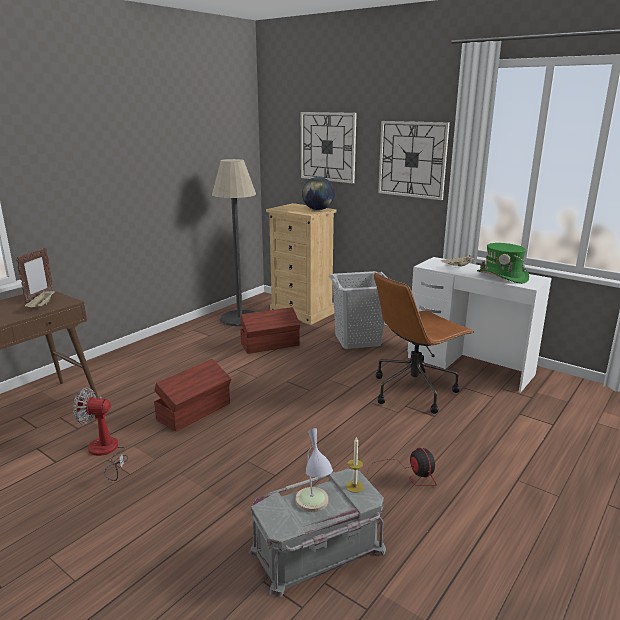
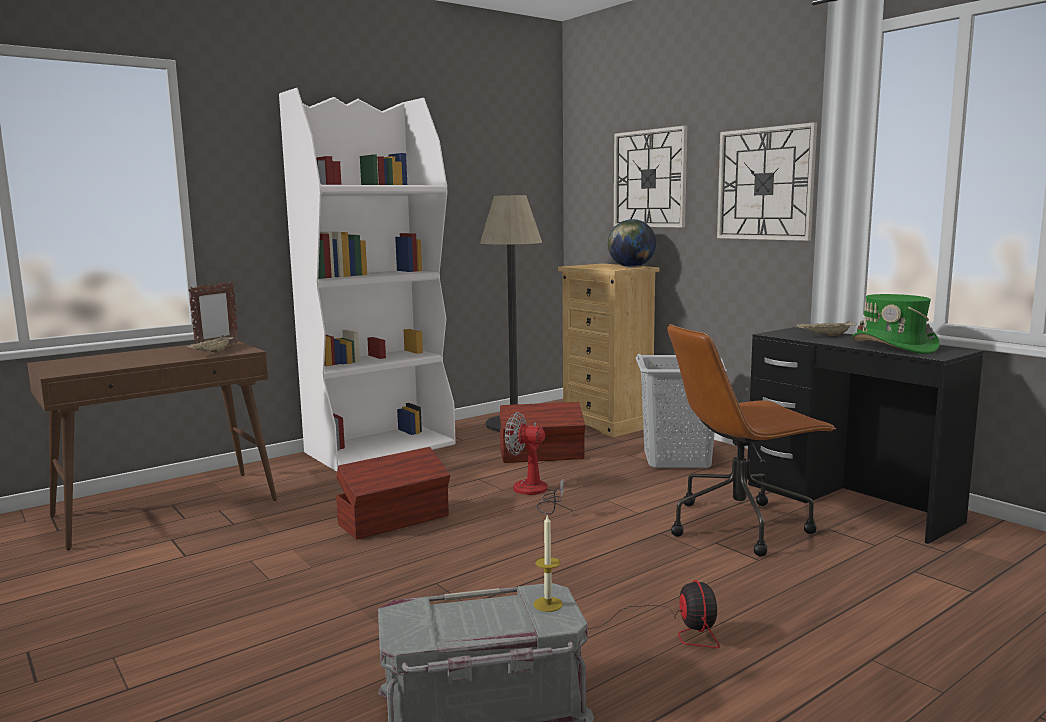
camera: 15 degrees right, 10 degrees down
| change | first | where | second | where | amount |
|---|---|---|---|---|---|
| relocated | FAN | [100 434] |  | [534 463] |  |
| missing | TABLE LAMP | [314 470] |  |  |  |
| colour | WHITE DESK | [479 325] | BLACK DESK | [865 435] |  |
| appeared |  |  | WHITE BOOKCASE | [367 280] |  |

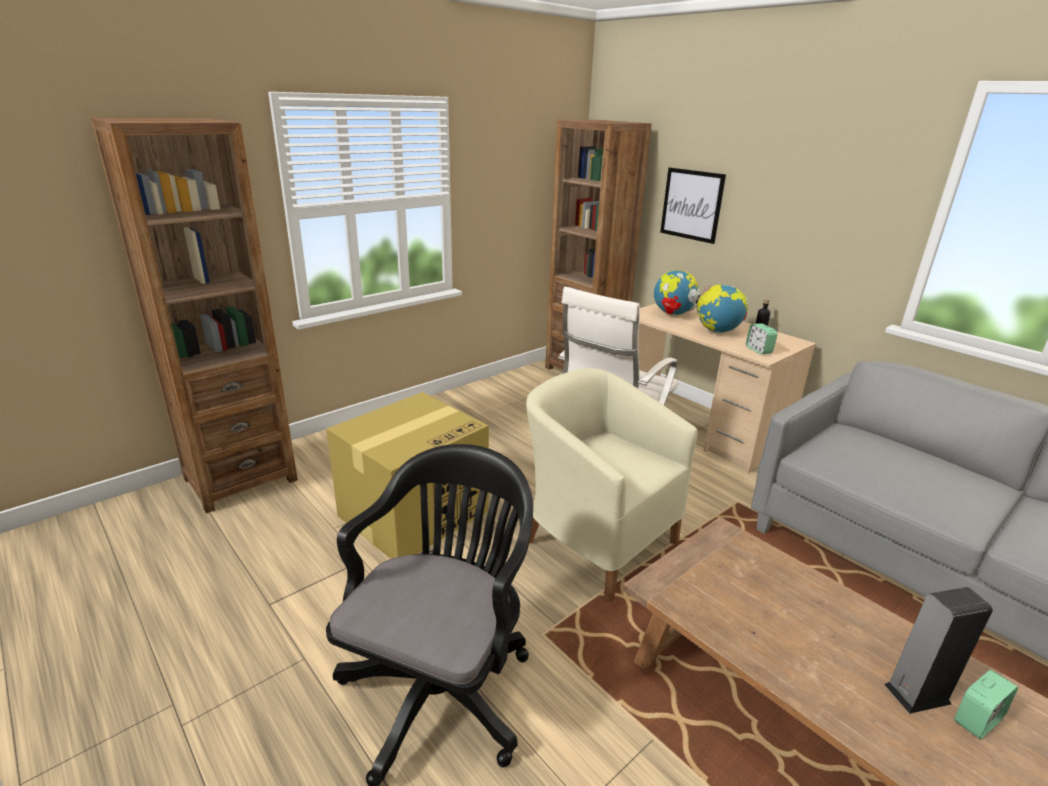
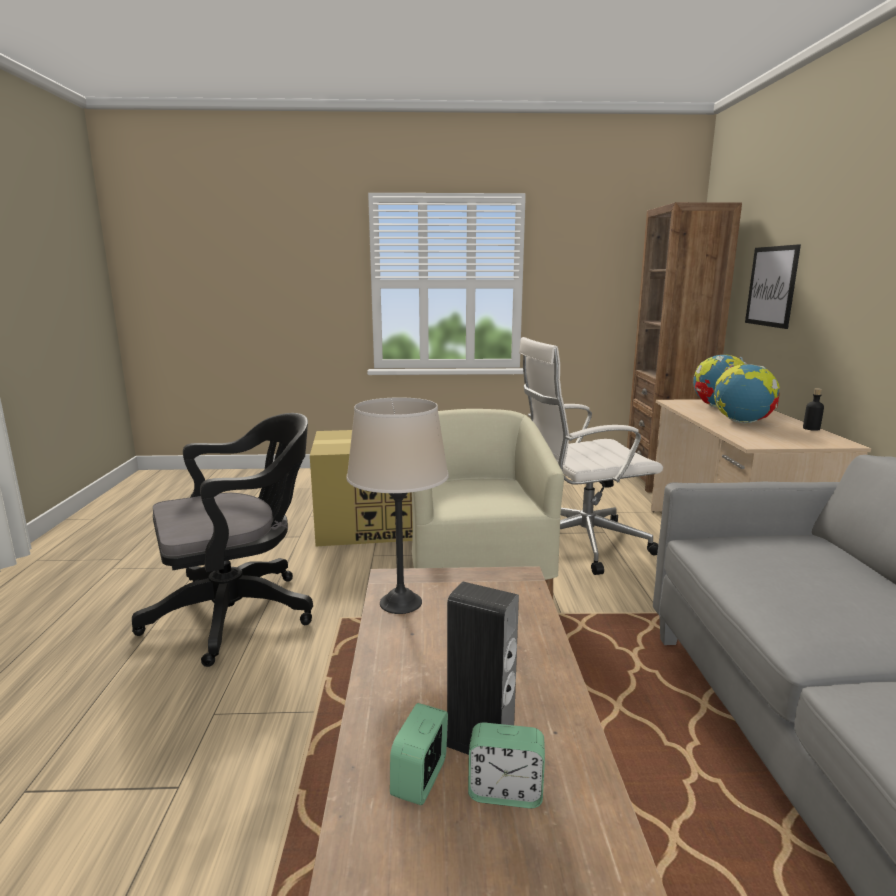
camera: 40 degrees right, 10 degrees down
| change | first | where | second | where | amount |
|---|---|---|---|---|---|
| missing | BROWN BOOKCASE | [194 315] |  |  |  |
| relocated | ALARM CLOCK | [762 338] |  | [419 754] |  |
| appeared |  |  | BEIGE TABLE LAMP | [397 505] |  |

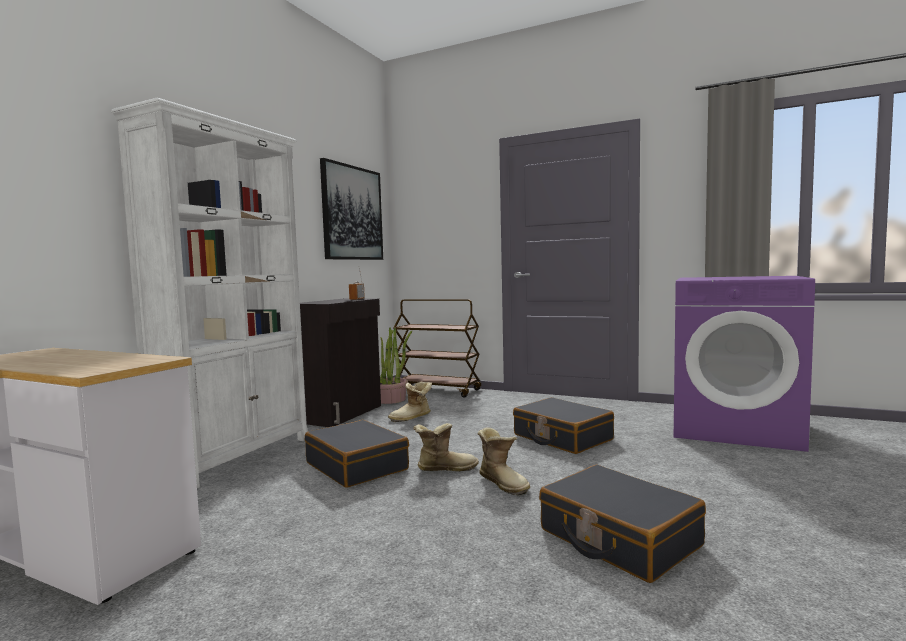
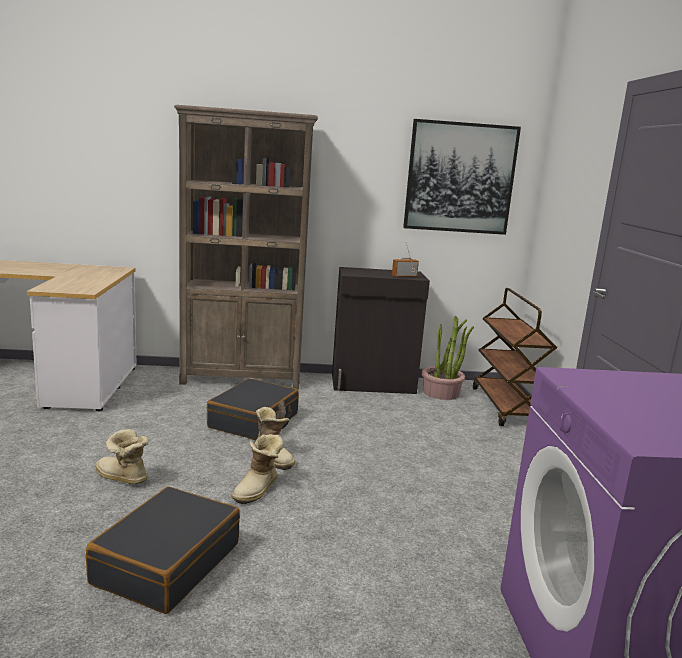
camera: 60 degrees right, 10 degrees up
| change | first | where | second | where | amount |
|---|---|---|---|---|---|
| colour | WHITE BOOKCASE | [209 293] | BROWN BOOKCASE | [246 247] |  |
| relocated | BOOT | [410 401] |  | [121 456] |  |
| missing | BLACK SUITCASE | [563 425] |  |  |  |

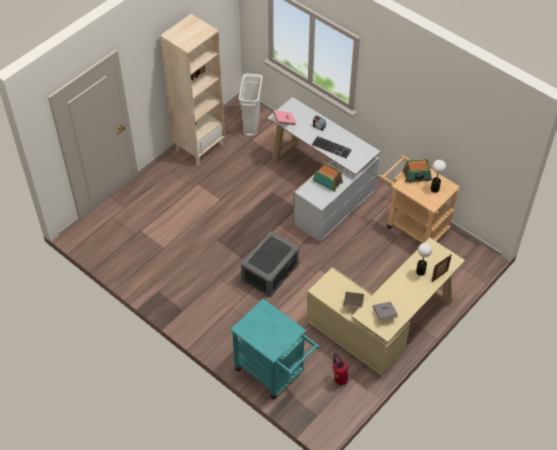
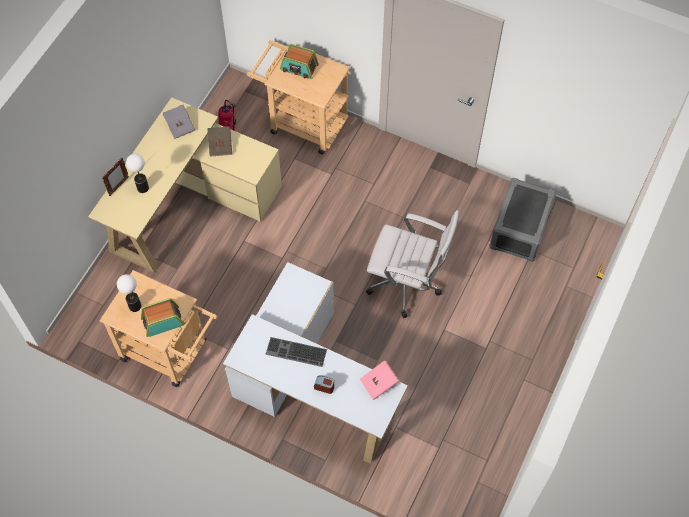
camera: 165 degrees right, 10 degrees up
| change | first | where | second | where | amount |
|---|---|---|---|---|---|
| missing | BEIGE BOOKCASE | [192 89] |  |  |  |
| colour | TURQUOISE CART | [274 349] | BEIGE CART | [298 97] |  |
| missing | WHITE TRASH CAN | [251 105] |  |  |  |
| relocated | GREY STORAGE BOX | [270 264] |  | [523 220] |  |
| relocated | RADIO | [328 177] |  | [299 61] |  |
| appeared |  |  | WHITE OFFICE CHAIR | [412 264] |  |

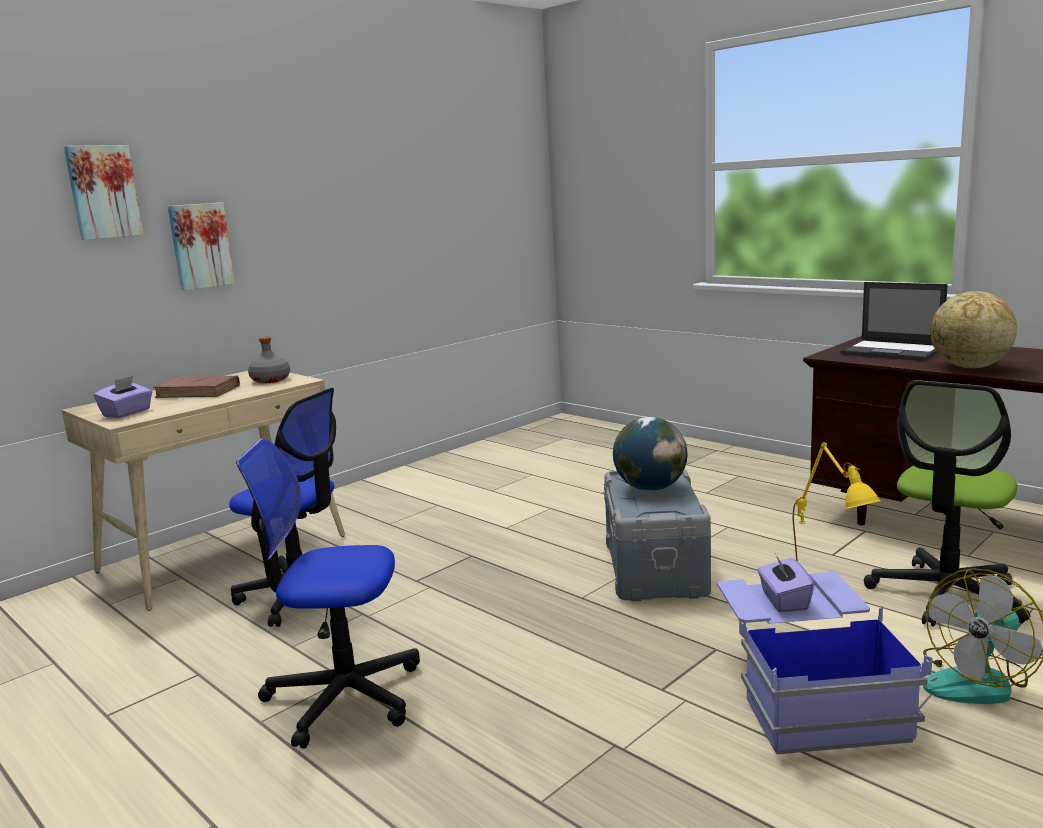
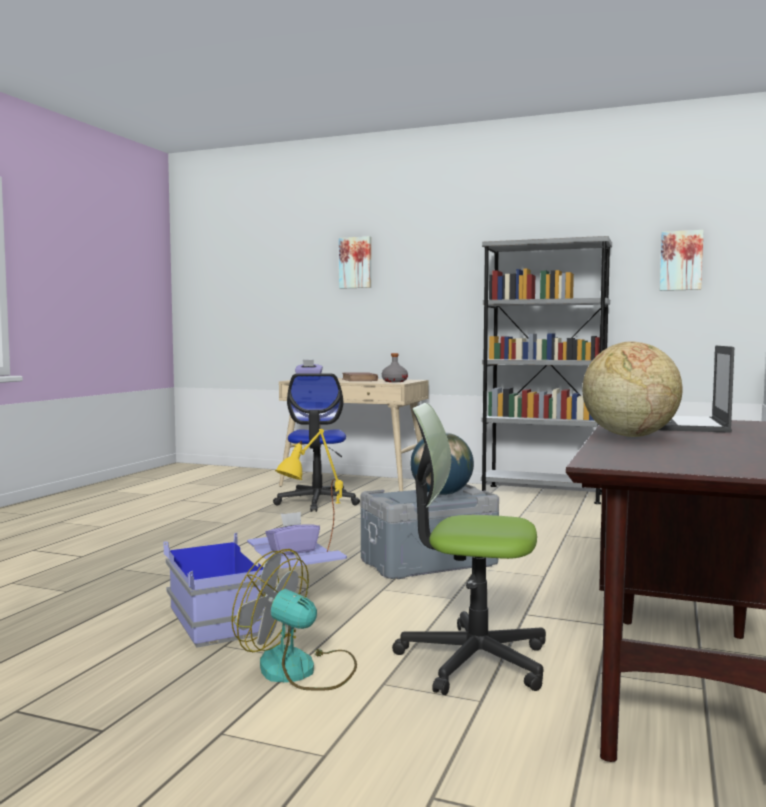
camera: 65 degrees right, 10 degrees down
| change | first | where | second | where | amount |
|---|---|---|---|---|---|
| relocated | PICTURE | [201 246] |  | [682 260] |  |
| missing | OFFICE CHAIR | [328 594] |  |  |  |
| appeared |  |  | GREY BOOKCASE | [546 370] |  |

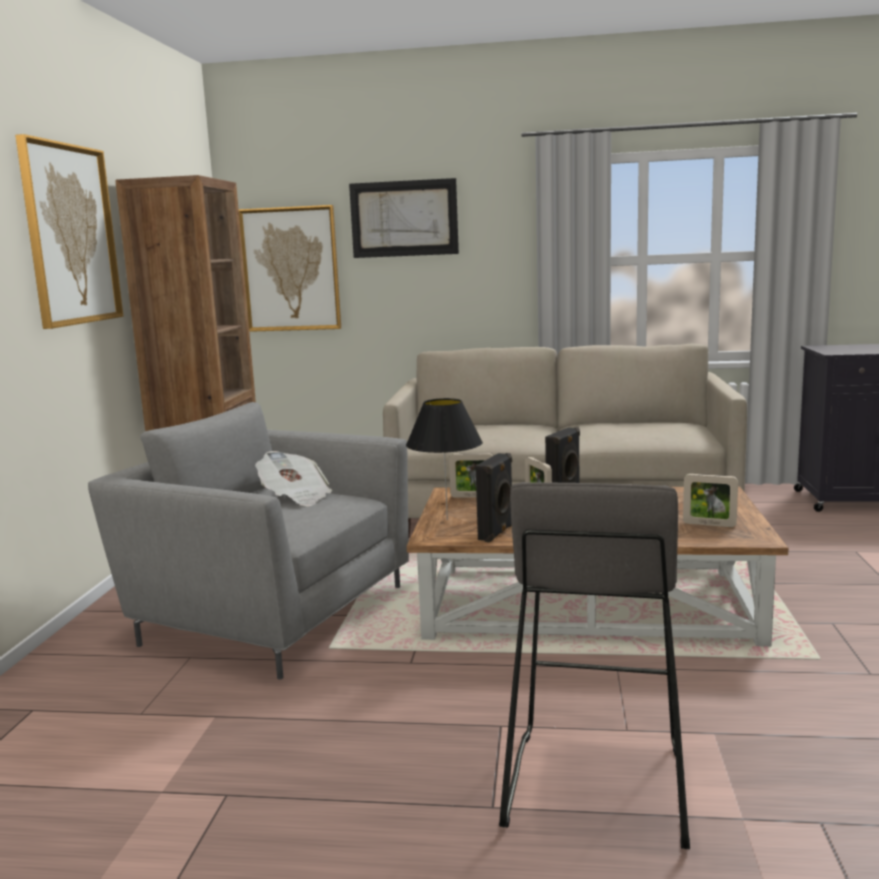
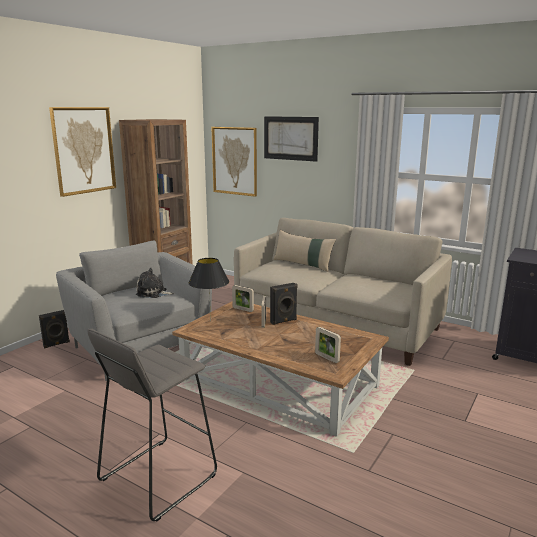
camera: 25 degrees right, 5 degrees up
| change | first | where | second | where | amount |
|---|---|---|---|---|---|
| exchanged | NEWSPAPER | [293 479] | PLUSH TOY | [155 283] |  |
| relocated | BLACK SPEAKER | [494 497] |  | [54 329] |  |
| appeared |  |  | BEIGE PILLOW | [304 251] |  |

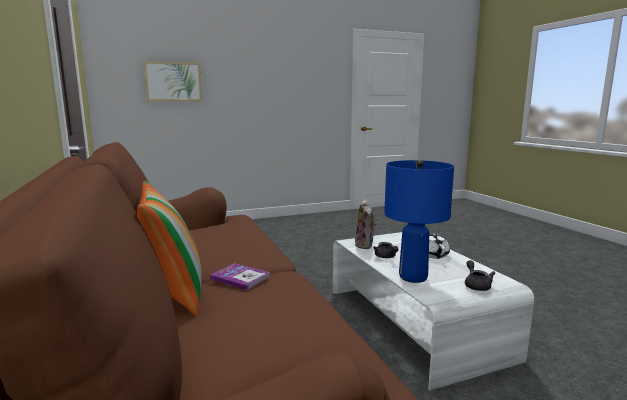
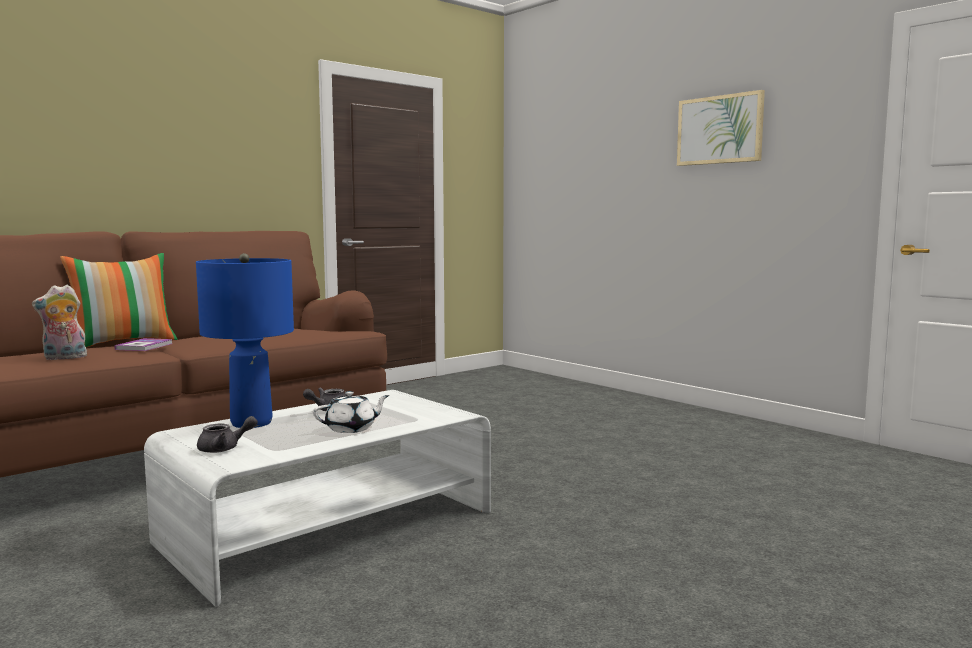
camera: 70 degrees right, 5 degrees down
| change | first | where | second | where | amount |
|---|---|---|---|---|---|
| relocated | PICTURE | [172 81] |  | [721 128] |  |
| relocated | PLUSH TOY | [365 224] |  | [59 322] |  |

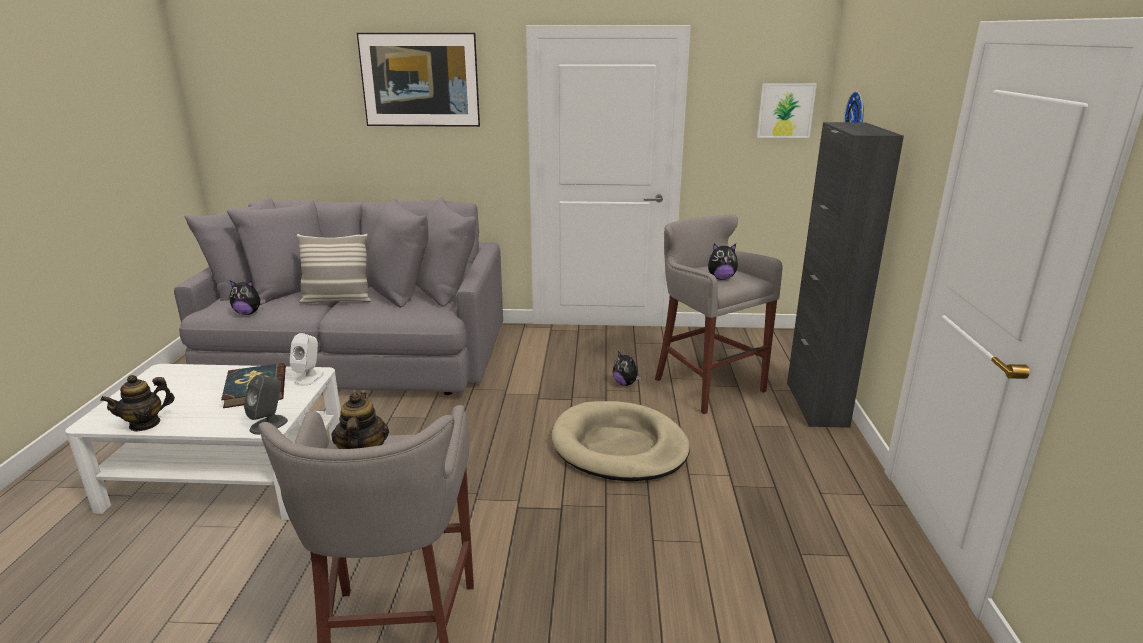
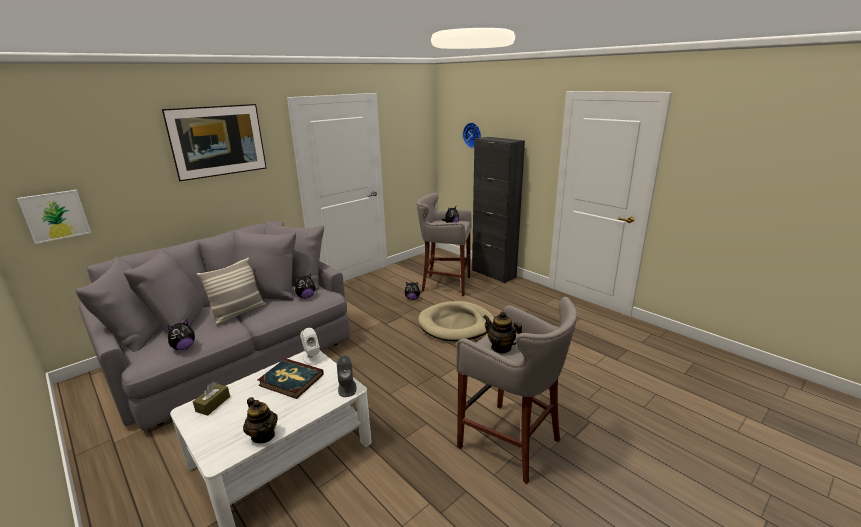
camera: 45 degrees left, 0 degrees up
| change | first | where | second | where | amount |
|---|---|---|---|---|---|
| spun | TEAPOT | [137 403] |  | [260 420] | 45 degrees counterclockwise |
| relocated | PICTURE | [787 110] |  | [54 217] |  |
| appeared |  |  | BROWN TISSUE BOX | [211 399] |  |
| appeared |  |  | PLUSH TOY | [305 285] |  |

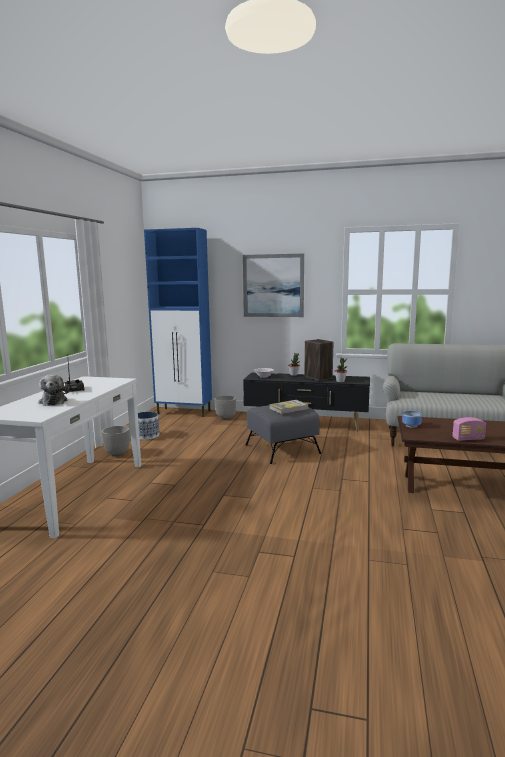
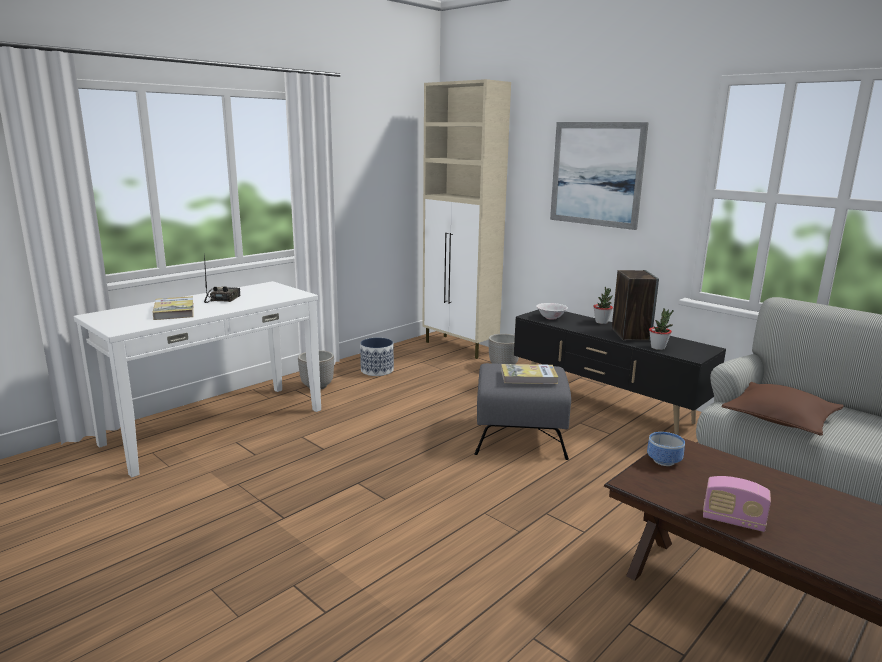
camera: 30 degrees right, 5 degrees up
| change | first | where | second | where | amount |
|---|---|---|---|---|---|
| exchanged | PLUSH TOY | [53 390] | BOOK | [173 308] |  |
| colour | BLUE CABINET | [178 322] | BEIGE CABINET | [467 219] |  |
| appeared |  |  | BROWN PILLOW | [782 409] |  |

